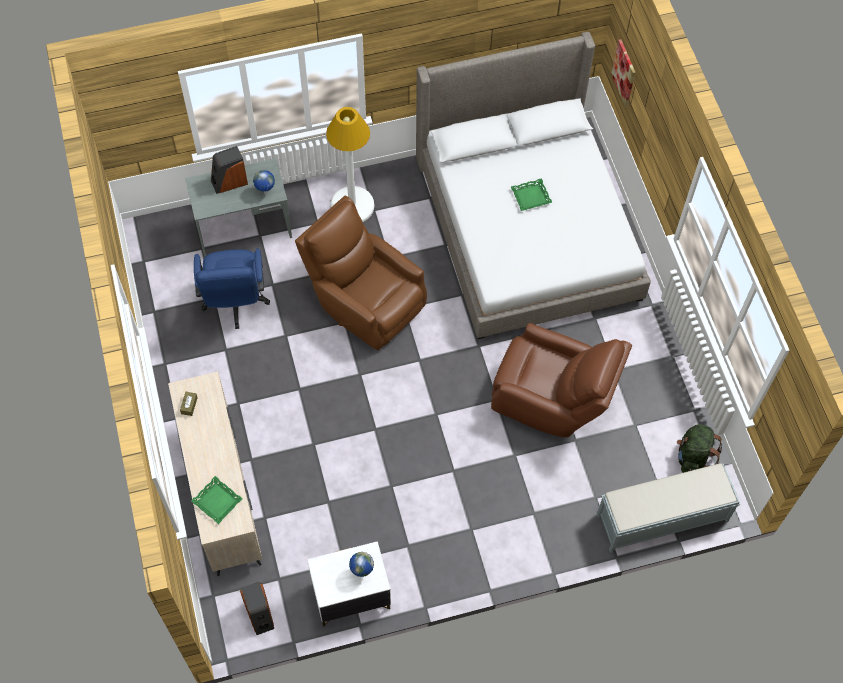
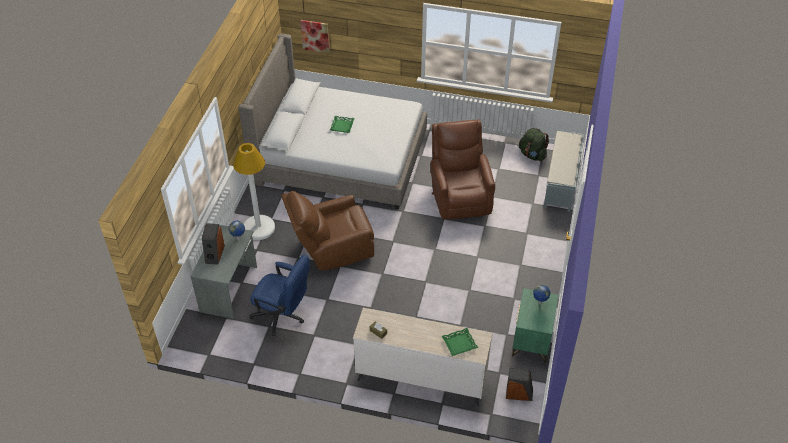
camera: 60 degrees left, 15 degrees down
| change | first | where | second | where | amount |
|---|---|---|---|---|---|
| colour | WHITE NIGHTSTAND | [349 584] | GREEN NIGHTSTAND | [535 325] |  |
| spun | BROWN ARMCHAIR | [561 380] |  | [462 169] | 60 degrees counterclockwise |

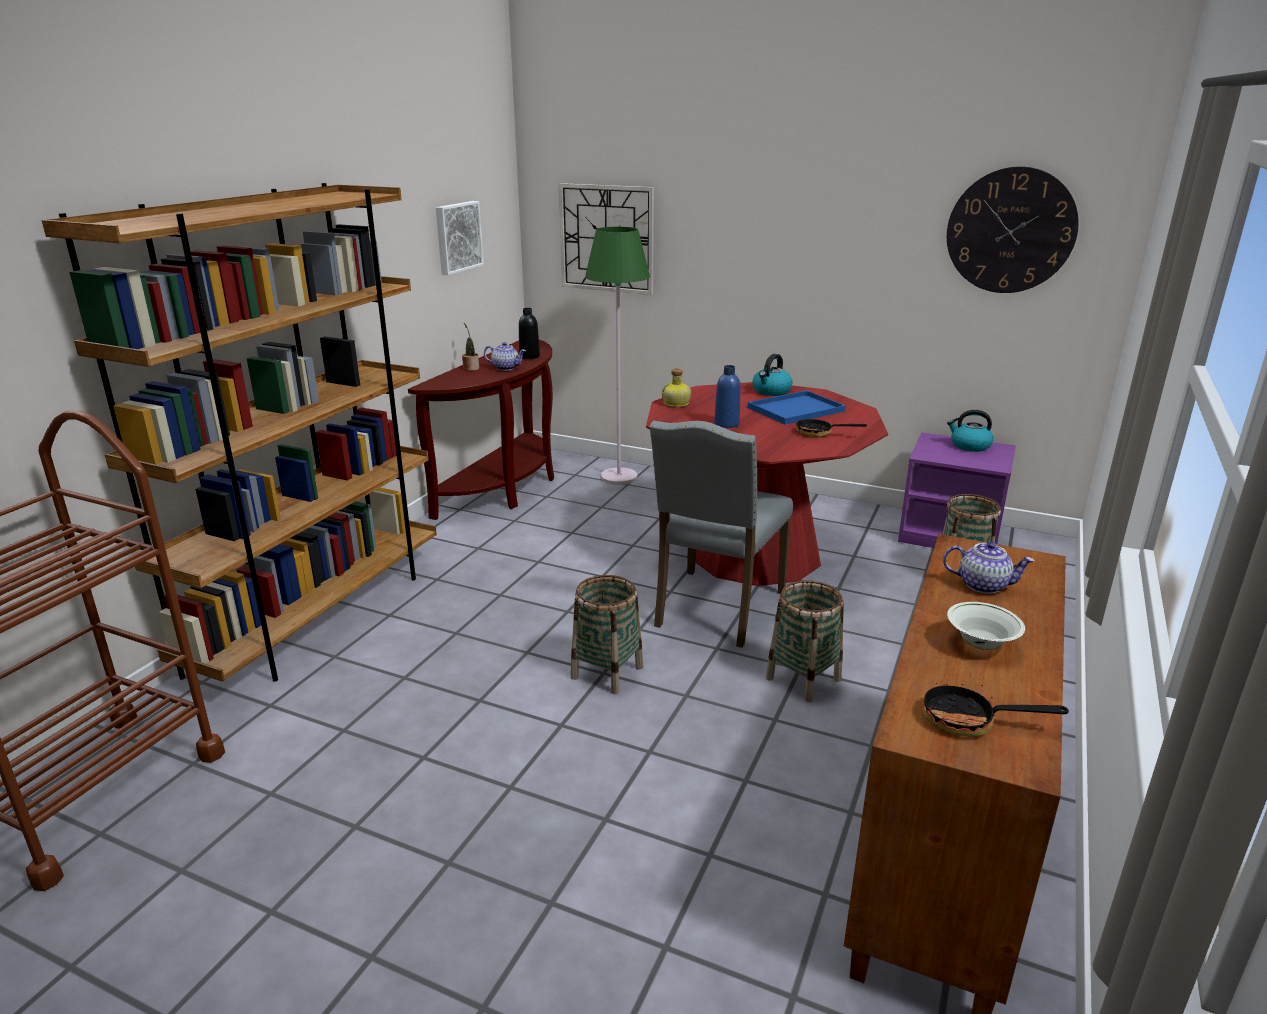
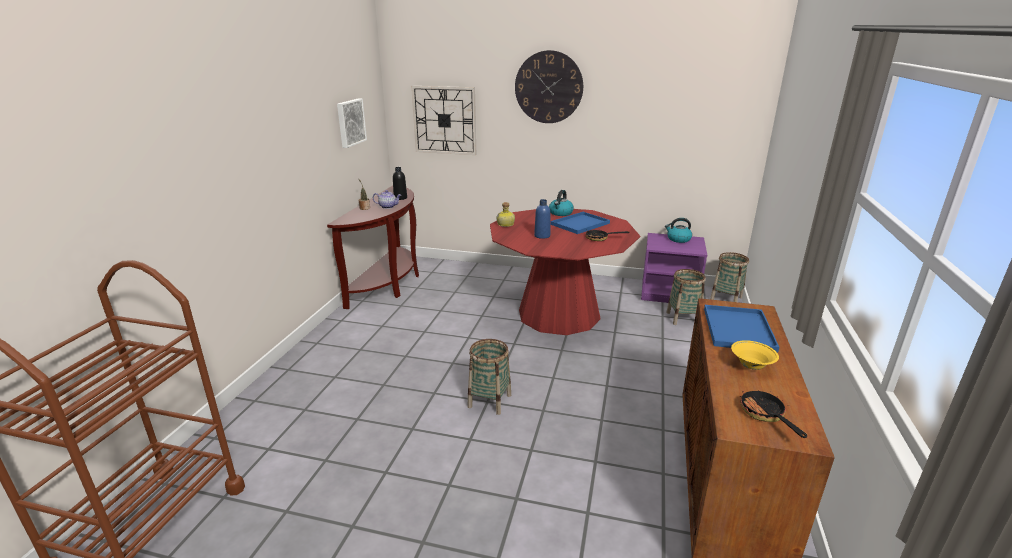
camera: 10 degrees left, 0 degrees up
| change | first | where | second | where | amount |
|---|---|---|---|---|---|
| missing | BROWN BOOKCASE | [239 432] |  |  |  |
| missing | GREEN FLOOR LAMP | [617 356] |  |  |  |
| missing | GREY CHAIR | [721 534] |  |  |  |
| relocated | BASKET | [805 641] |  | [729 277] |  |
| spun | FRYING PAN | [996 706] |  | [773 414] | 75 degrees clockwise |
| exchanged | TEAPOT | [989 568] | BLUE TRAY | [741 329] |  |
| relocated | WALL CLOCK | [1013 229] |  | [549 86] |  |
| colour | WHITE BOWL | [986 626] | YELLOW BOWL | [755 355] |  |

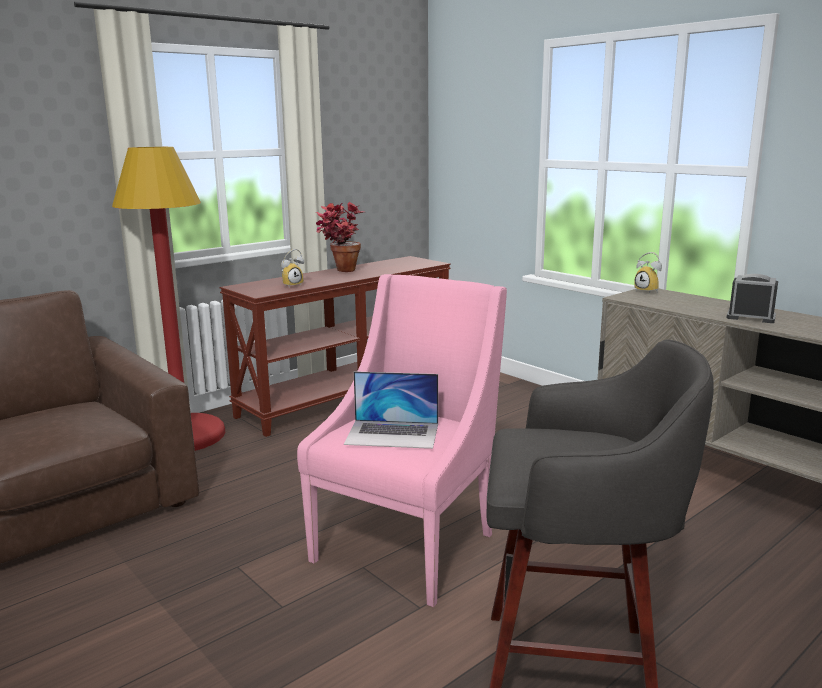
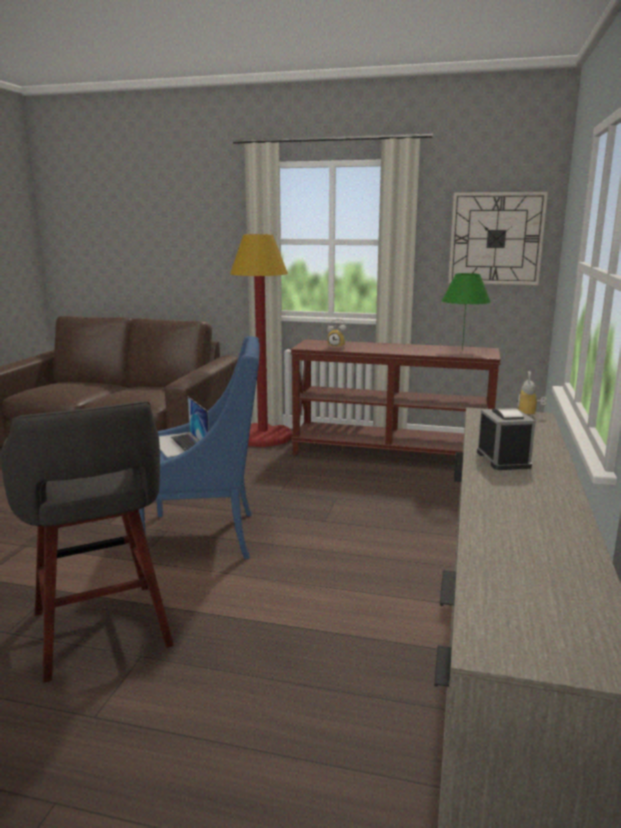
camera: 55 degrees right, 0 degrees up
| change | first | where | second | where | amount |
|---|---|---|---|---|---|
| colour | PINK ARMCHAIR | [402 440] | BLUE ARMCHAIR | [199 447] |  |
| missing | POTTED PLANT | [340 237] |  |  |  |
| appeared |  |  | GREEN TABLE LAMP | [466 312] |  |
| appeared |  |  | WALL CLOCK | [498 238] |  |

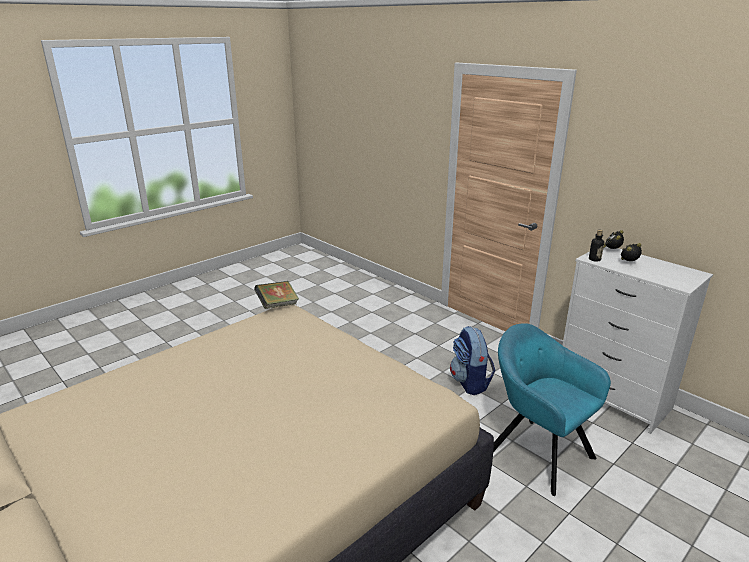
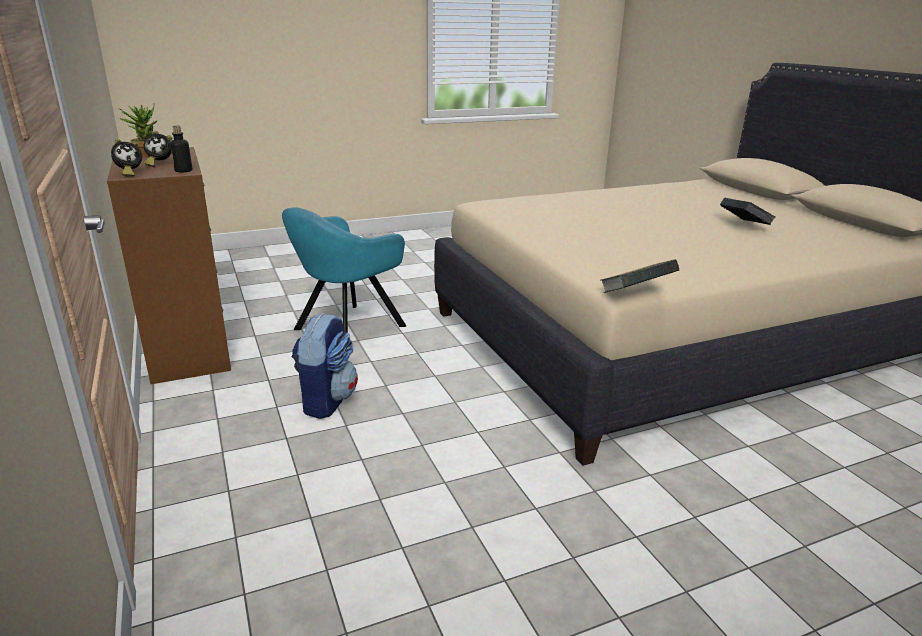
camera: 160 degrees left, 0 degrees up
| change | first | where | second | where | amount |
|---|---|---|---|---|---|
| spun | TURQUOISE ARMCHAIR | [552 409] |  | [344 270] | 60 degrees clockwise |
| colour | WHITE DRESSER | [637 340] | BROWN DRESSER | [169 265] |  |
| appeared |  |  | POTTED PLANT | [138 130] |  |
| appeared |  |  | BOOK | [747 211] |  |

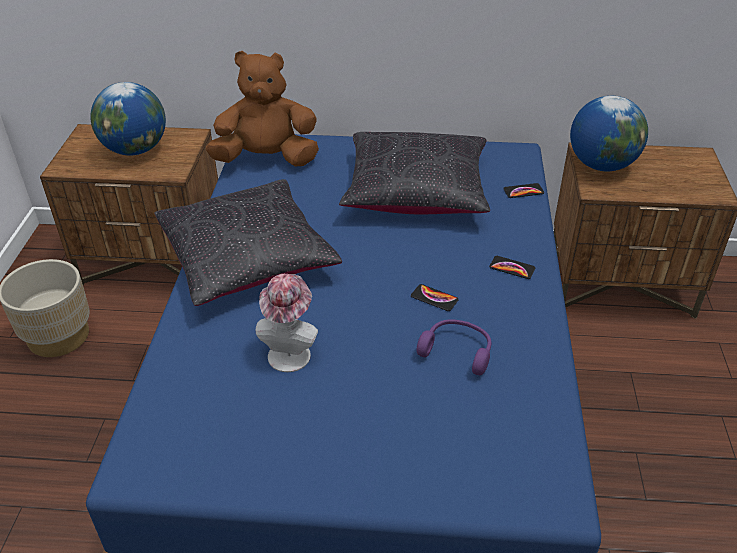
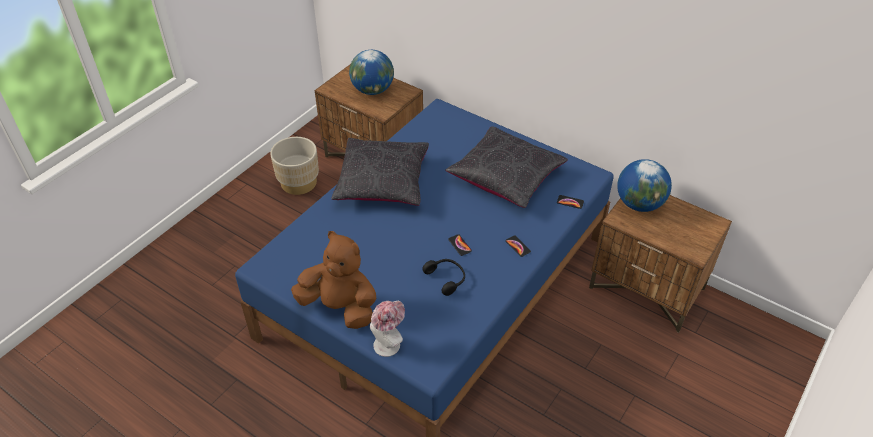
camera: 30 degrees right, 5 degrees up
| change | first | where | second | where | amount |
|---|---|---|---|---|---|
| relocated | BROWN PLUSH TOY | [262 109] |  | [333 280] |  |
| relocated | HAT | [287 323] |  | [387 329] |  |
| colour | PURPLE HEADPHONES | [453 347] | BLACK HEADPHONES | [443 277] |  |

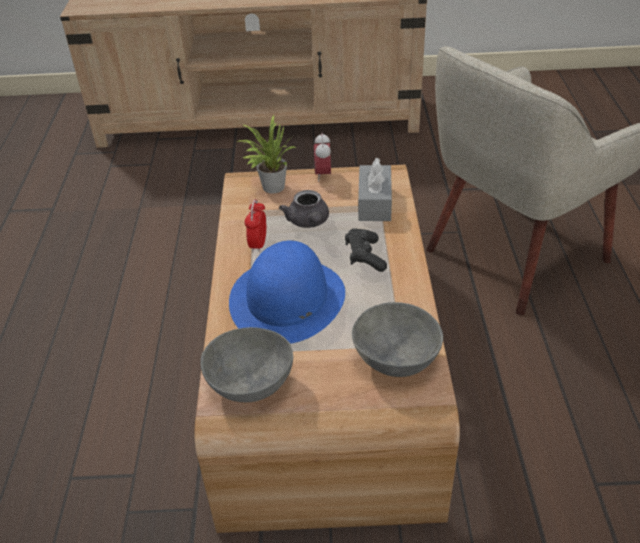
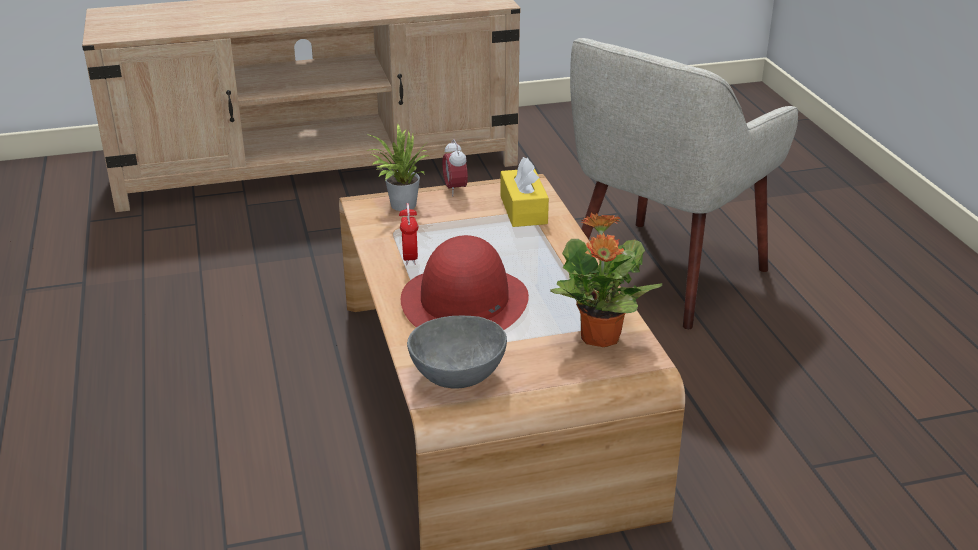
camera: 15 degrees left, 10 degrees down
| change | first | where | second | where | amount |
|---|---|---|---|---|---|
| colour | BLUE HAT | [287 292] | RED HAT | [465 282] |  |
| missing | GREY TEAPOT | [304 209] |  |  |  |
| missing | BLACK GAME CONTROLLER | [366 250] |  |  |  |
| exchanged | GREY BOWL | [397 339] | POTTED PLANT | [606 280] |  |
| colour | GREY TISSUE BOX | [375 189] | YELLOW TISSUE BOX | [524 192] |  |

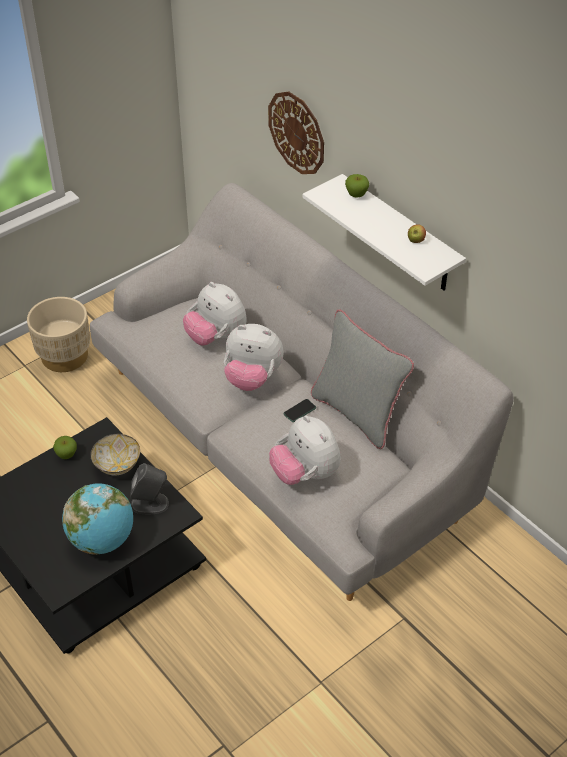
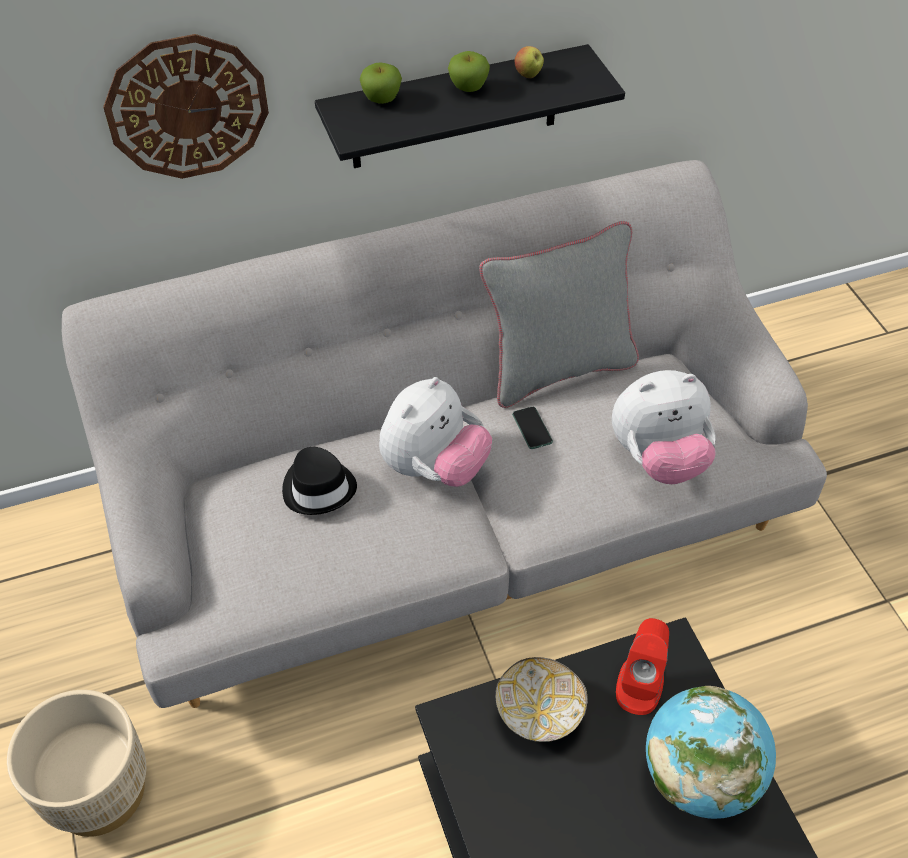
camera: 70 degrees left, 5 degrees up
| change | first | where | second | where | amount |
|---|---|---|---|---|---|
| relocated | APPLE | [65 447] |  | [469 71] |  |
| colour | GREY SPEAKER | [149 488] | RED SPEAKER | [642 666] |  |
| exchanged | PLUSH TOY | [215 313] | BLACK HAT | [319 481] |  |
| colour | WHITE SHELF | [384 232] | BLACK SHELF | [470 106] |  |

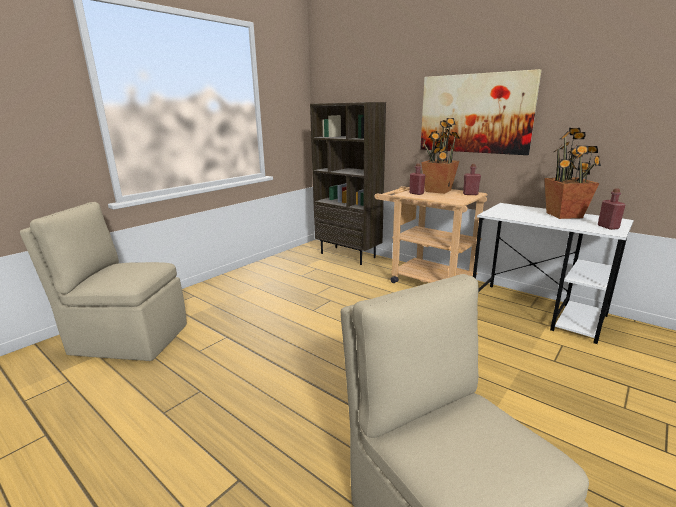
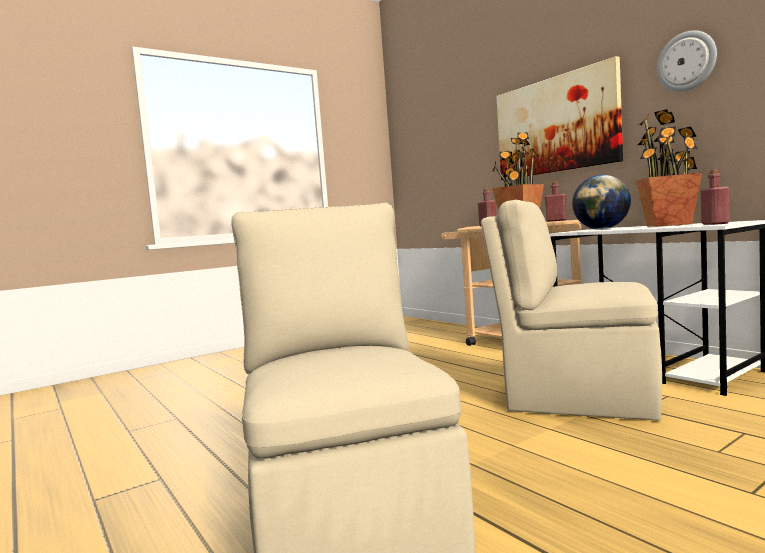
camera: 15 degrees right, 15 degrees down
| change | first | where | second | where | amount |
|---|---|---|---|---|---|
| relocated | BEIGE CHAIR | [103 281] |  | [571 310] |  |
| missing | BROWN BOOKCASE | [348 183] |  |  |  |
| appeared |  |  | GLOBE | [601 202] |  |
| appeared |  |  | WALL CLOCK | [687 61] |  |

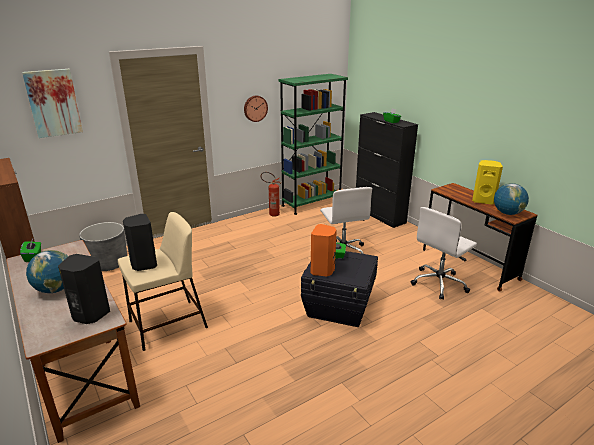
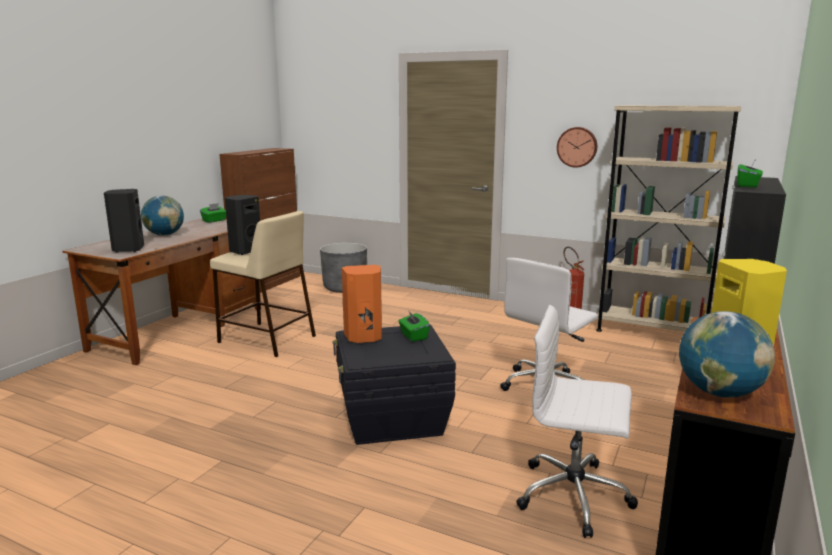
camera: 60 degrees right, 10 degrees down
| change | first | where | second | where | amount |
|---|---|---|---|---|---|
| missing | PICTURE | [52 103] |  |  |  |
| colour | GREEN BOOKCASE | [313 144] | BEIGE BOOKCASE | [668 218] |  |

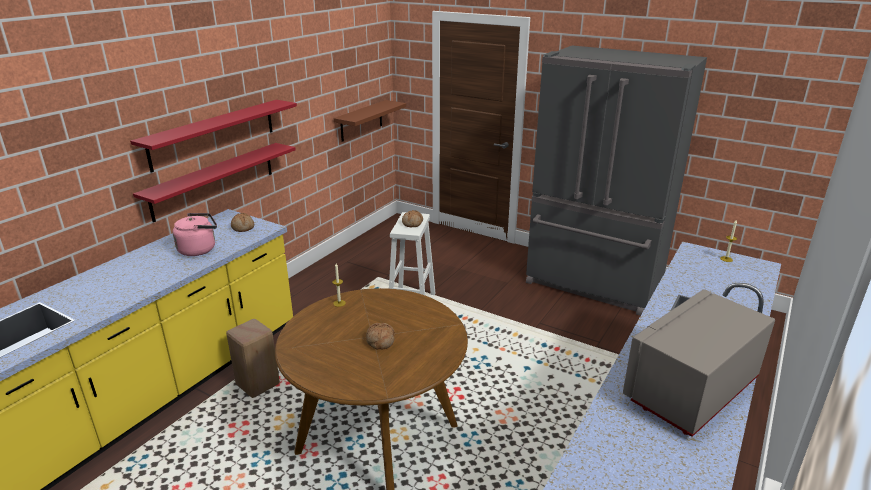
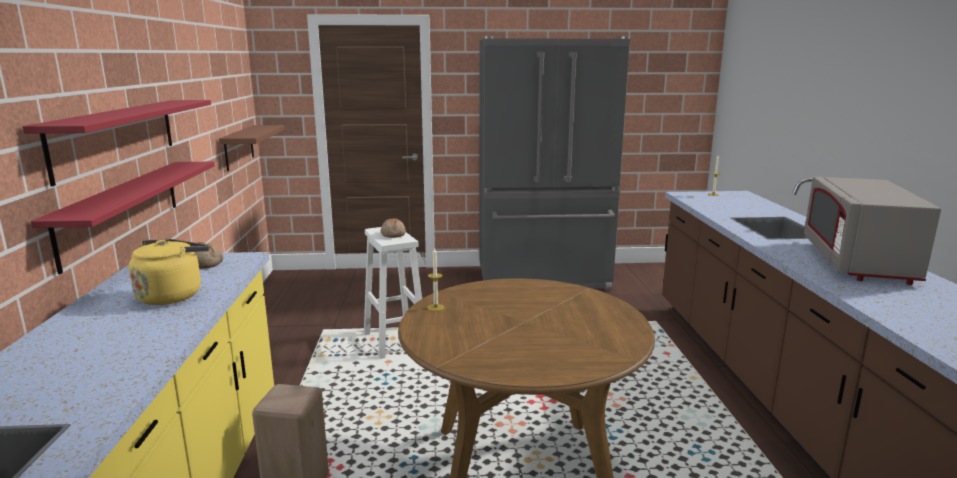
camera: 35 degrees left, 10 degrees down
| change | first | where | second | where | amount |
|---|---|---|---|---|---|
| colour | PINK KETTLE | [195 234] | YELLOW KETTLE | [169 272] |  |
| missing | BREAD | [380 336] |  |  |  |

